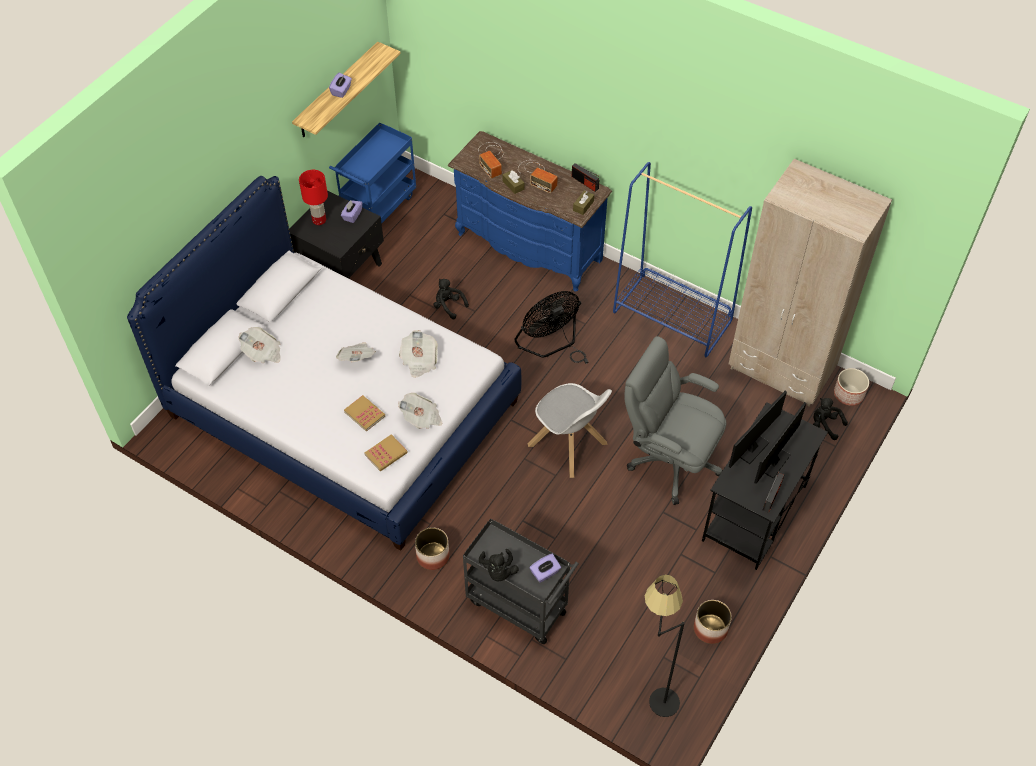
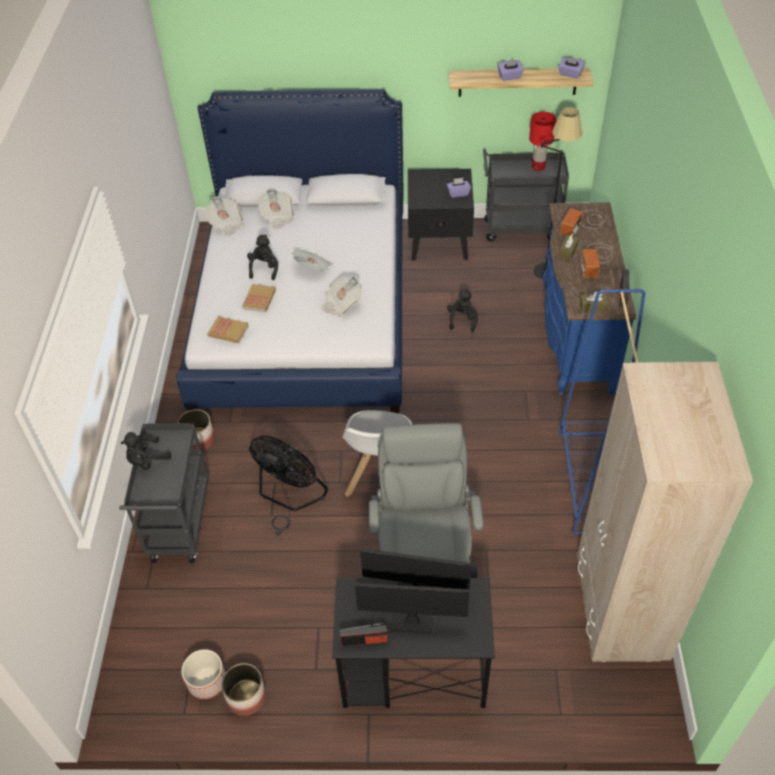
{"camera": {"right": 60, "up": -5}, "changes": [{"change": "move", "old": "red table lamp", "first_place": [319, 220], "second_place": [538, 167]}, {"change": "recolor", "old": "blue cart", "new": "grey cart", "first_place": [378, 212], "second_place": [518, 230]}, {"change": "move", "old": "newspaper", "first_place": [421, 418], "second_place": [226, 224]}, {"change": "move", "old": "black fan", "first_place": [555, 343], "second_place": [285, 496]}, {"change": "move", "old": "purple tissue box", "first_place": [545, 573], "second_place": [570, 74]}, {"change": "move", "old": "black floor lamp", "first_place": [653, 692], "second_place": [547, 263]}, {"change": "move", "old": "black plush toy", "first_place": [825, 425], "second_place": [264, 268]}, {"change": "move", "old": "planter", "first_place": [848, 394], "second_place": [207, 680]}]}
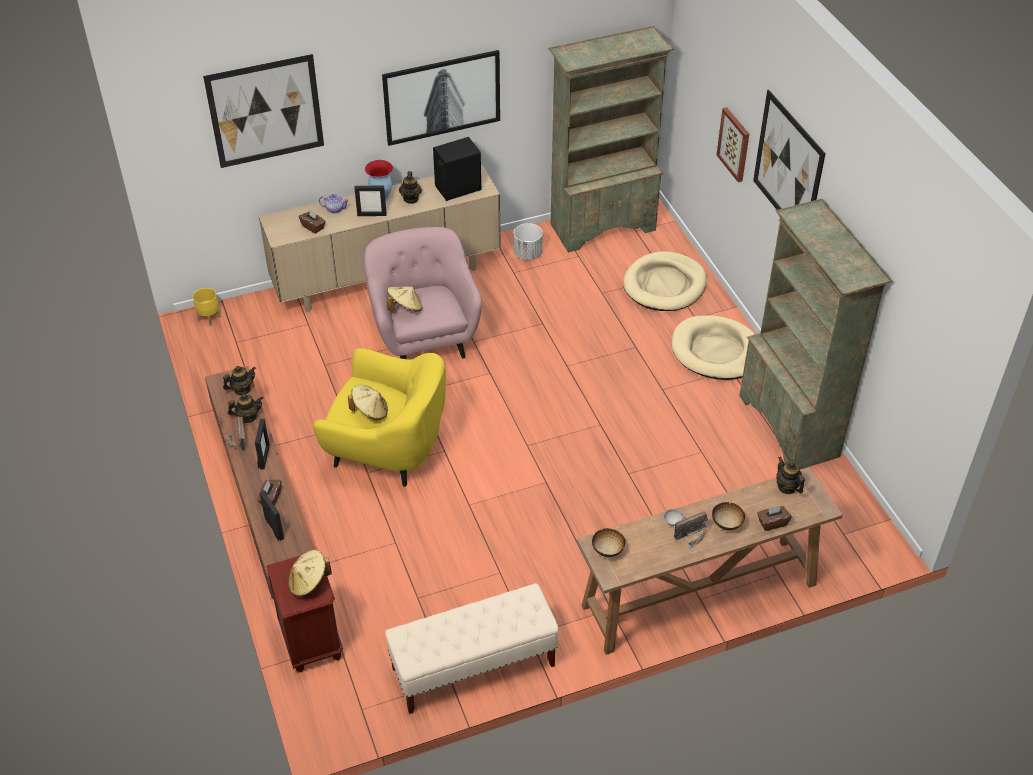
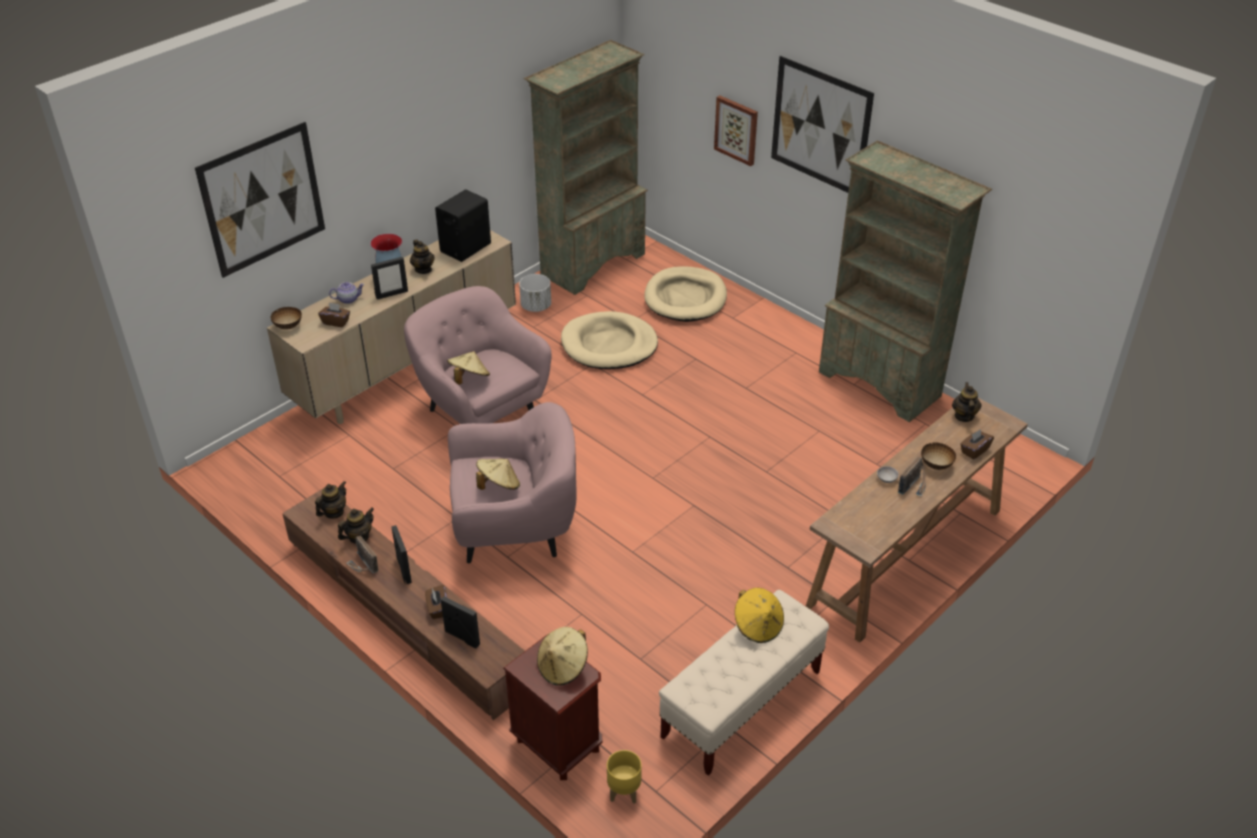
{"camera": {"right": -25, "up": -5}, "changes": [{"change": "move", "old": "yellow planter", "first_place": [209, 318], "second_place": [624, 791]}, {"change": "recolor", "old": "yellow armchair", "new": "pink armchair", "first_place": [387, 451], "second_place": [515, 529]}, {"change": "delete", "old": "picture", "first_place": [442, 97]}, {"change": "move", "old": "bowl", "first_place": [608, 550], "second_place": [288, 326]}, {"change": "move", "old": "beige dog bed", "first_place": [717, 351], "second_place": [609, 345]}, {"change": "rotate", "old": "teapot", "first_place": [787, 487], "second_place": [964, 416], "degrees": 60}, {"change": "insert", "new": "yellow hat", "second_place": [758, 626]}]}
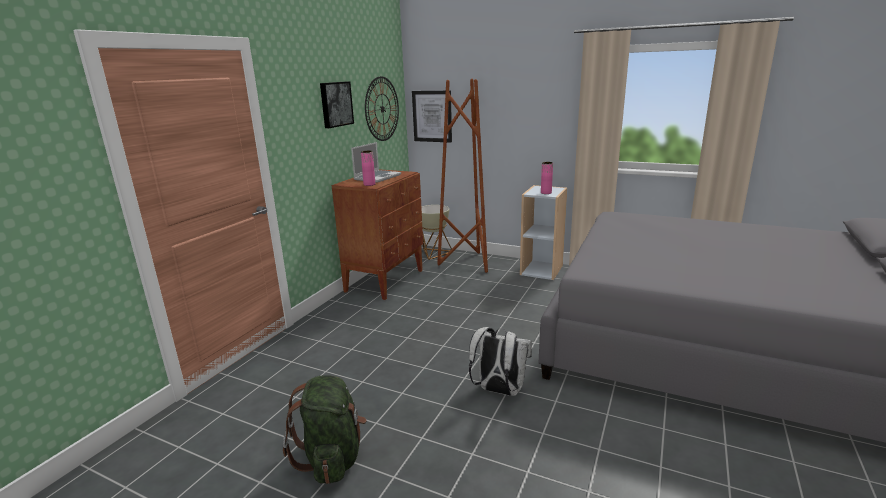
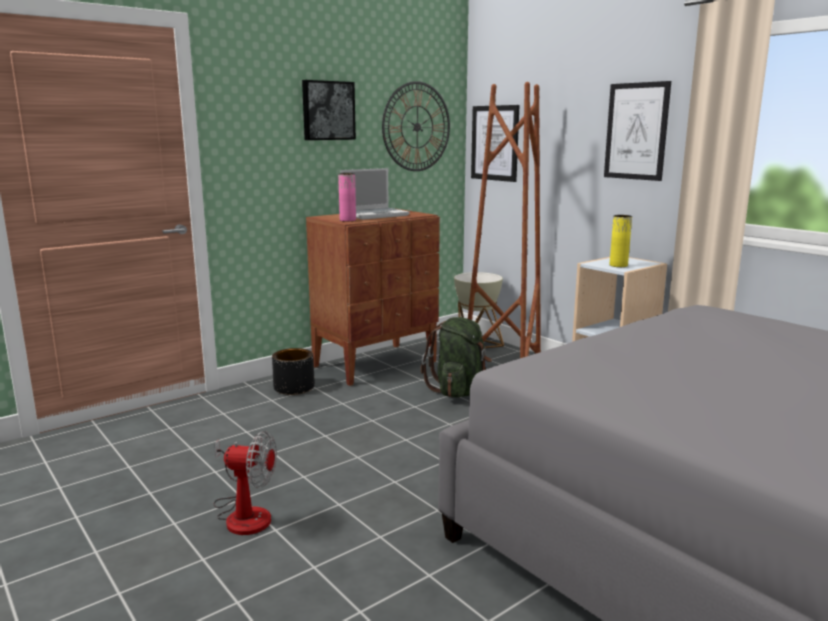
{"camera": {"right": 25, "up": -5}, "changes": [{"change": "move", "old": "green backpack", "first_place": [332, 457], "second_place": [459, 391]}, {"change": "delete", "old": "white backpack", "first_place": [498, 390]}, {"change": "recolor", "old": "pink vase", "new": "yellow vase", "first_place": [546, 193], "second_place": [618, 265]}, {"change": "insert", "new": "fan", "second_place": [244, 513]}, {"change": "insert", "new": "black planter", "second_place": [294, 388]}, {"change": "insert", "new": "picture", "second_place": [636, 131]}]}
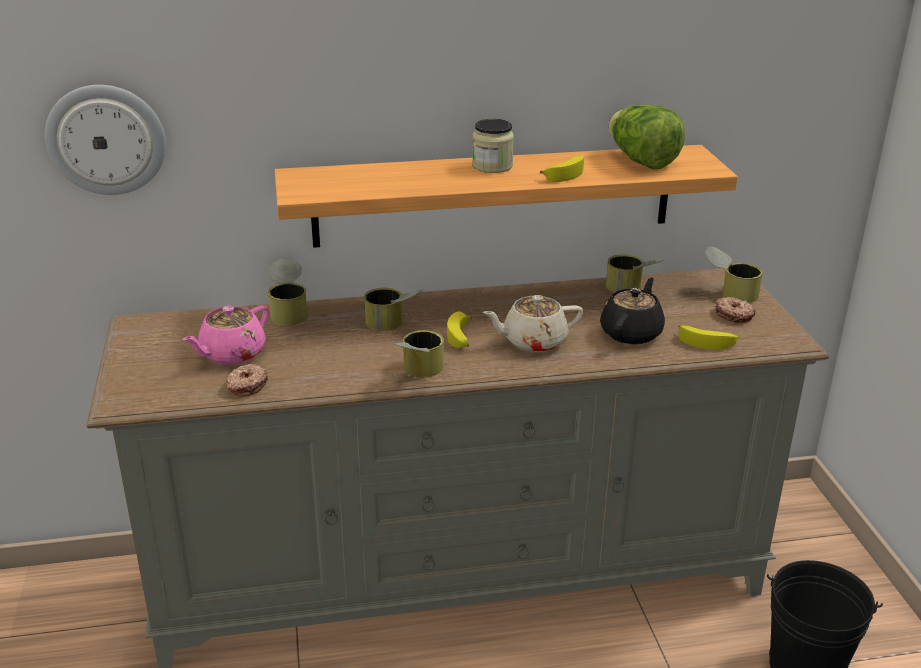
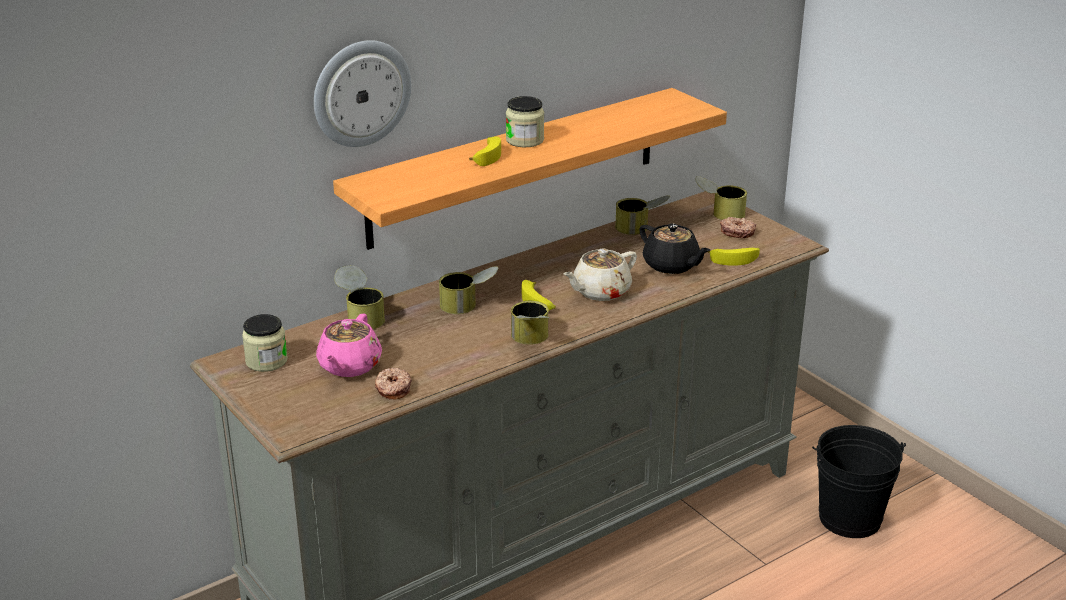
{"camera": {"right": -25, "up": 0}, "changes": [{"change": "move", "old": "wall clock", "first_place": [106, 139], "second_place": [361, 93]}, {"change": "move", "old": "banana", "first_place": [565, 174], "second_place": [486, 156]}, {"change": "rotate", "old": "black teapot", "first_place": [631, 333], "second_place": [671, 266], "degrees": 135}, {"change": "delete", "old": "lettuce", "first_place": [641, 161]}, {"change": "insert", "new": "jar", "second_place": [266, 361]}]}
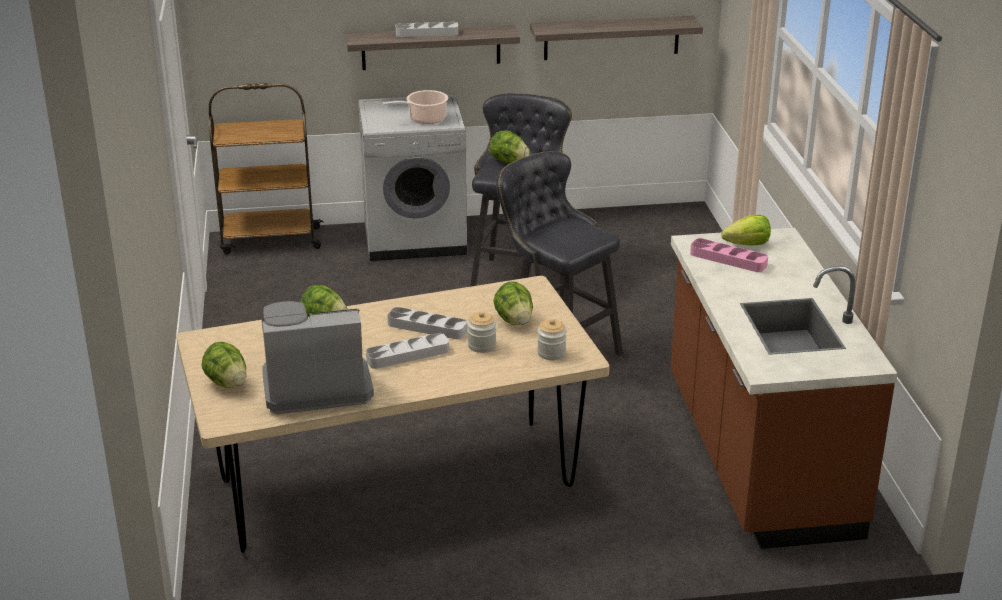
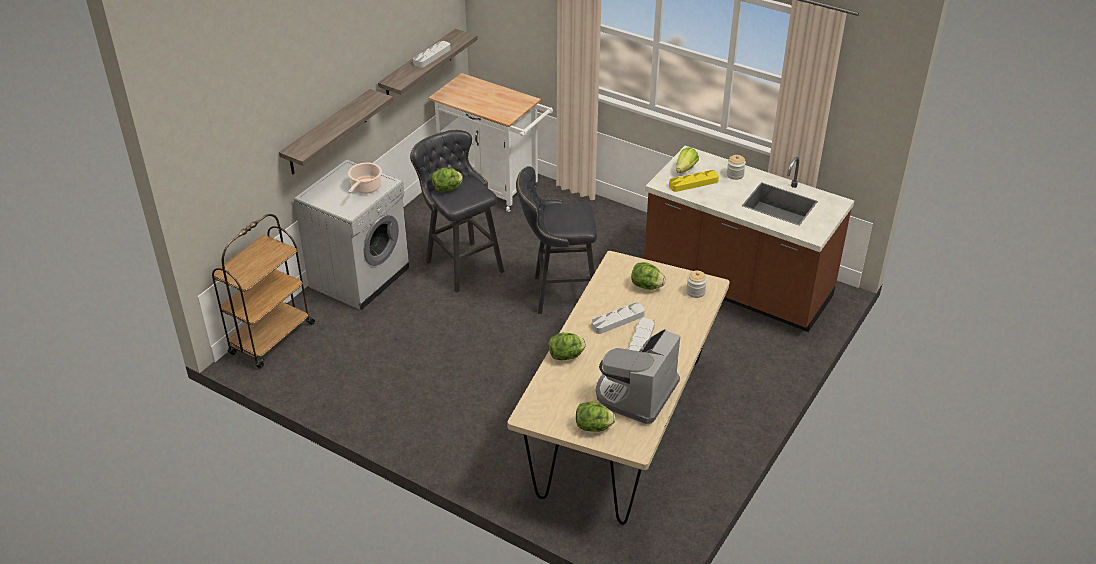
{"camera": {"right": -50, "up": 10}, "changes": [{"change": "move", "old": "grey tray", "first_place": [427, 33], "second_place": [432, 56]}, {"change": "move", "old": "jar", "first_place": [482, 345], "second_place": [735, 175]}, {"change": "recolor", "old": "pink tray", "new": "yellow tray", "first_place": [728, 259], "second_place": [693, 183]}, {"change": "insert", "new": "white cart", "second_place": [494, 188]}]}
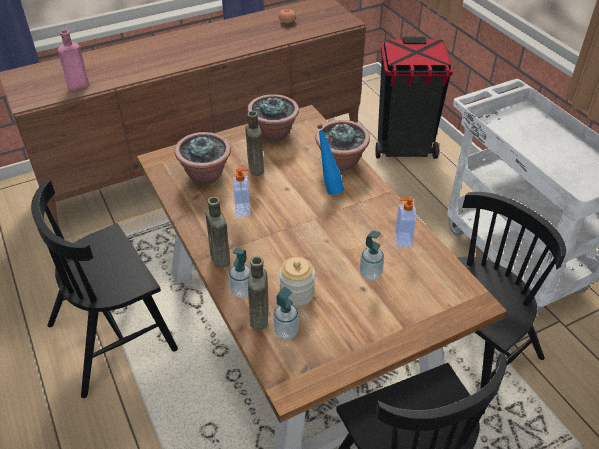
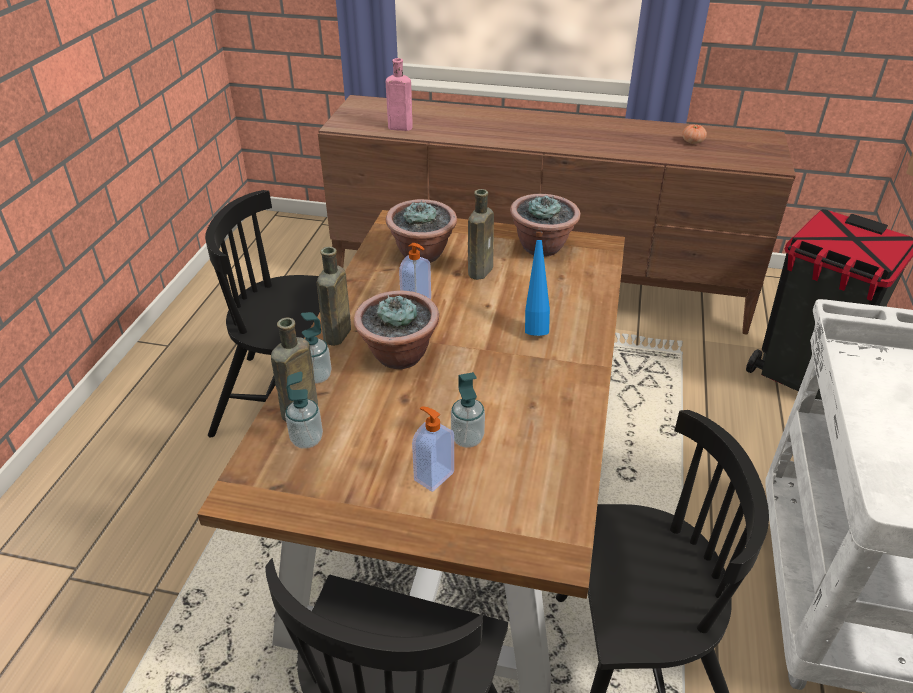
{"camera": {"right": 40, "up": -5}, "changes": [{"change": "delete", "old": "jar", "first_place": [297, 294]}, {"change": "move", "old": "potted plant", "first_place": [341, 162], "second_place": [398, 356]}, {"change": "move", "old": "soap dispenser", "first_place": [402, 239], "second_place": [433, 476]}]}
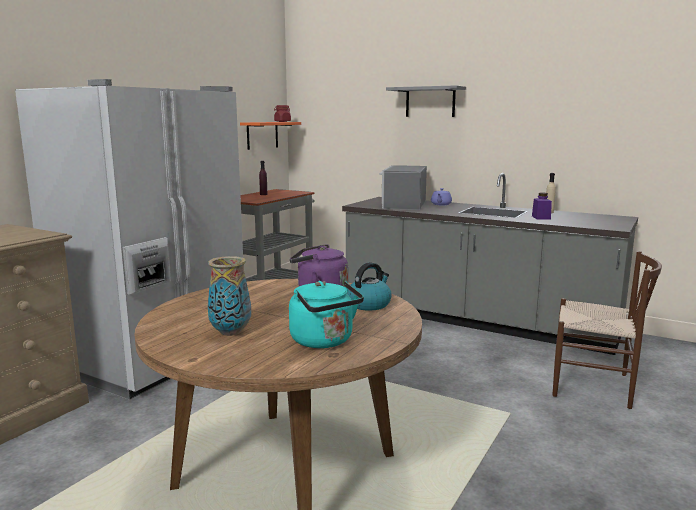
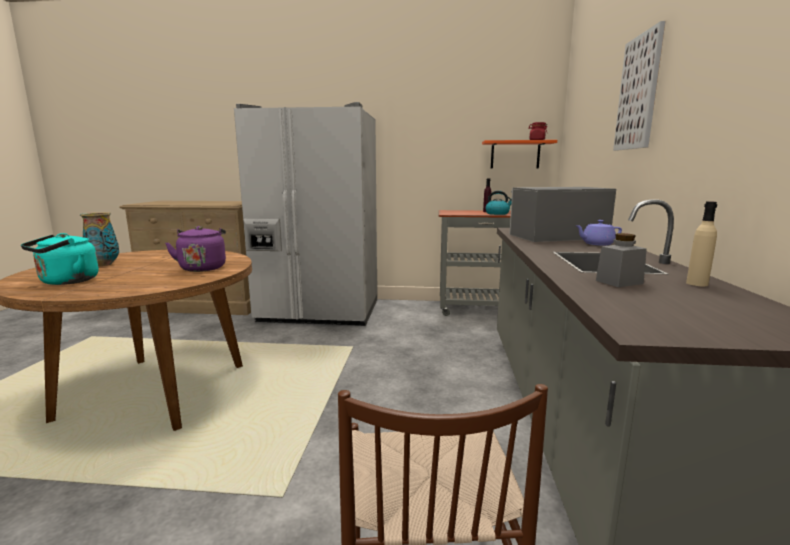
{"camera": {"right": 65, "up": 0}, "changes": [{"change": "move", "old": "kettle", "first_place": [369, 304], "second_place": [497, 213]}, {"change": "replace", "old": "grey shelf", "new": "picture", "first_place": [430, 102], "second_place": [638, 93]}, {"change": "recolor", "old": "purple jar", "new": "grey jar", "first_place": [541, 217], "second_place": [619, 282]}]}
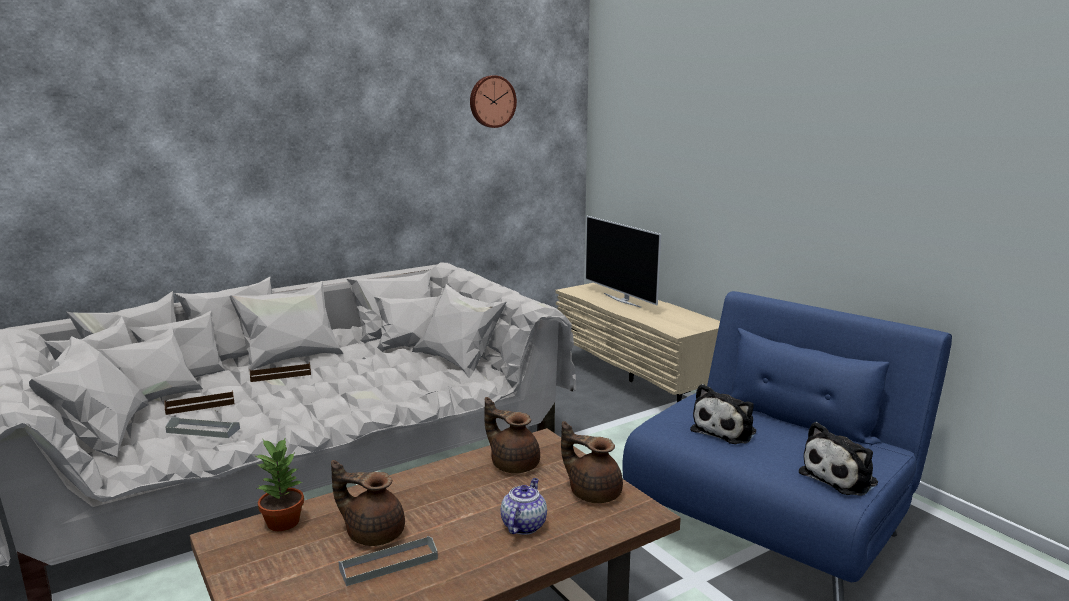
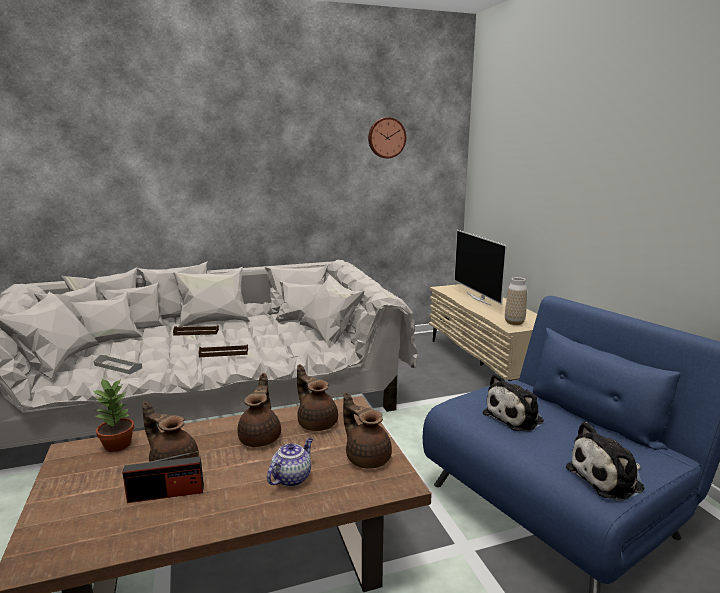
{"camera": {"right": 15, "up": 0}, "changes": [{"change": "move", "old": "brown tray", "first_place": [200, 405], "second_place": [224, 353]}, {"change": "replace", "old": "grey tray", "new": "radio", "first_place": [389, 564], "second_place": [166, 493]}, {"change": "insert", "new": "brown teapot", "second_place": [261, 437]}, {"change": "insert", "new": "vase", "second_place": [514, 322]}]}
